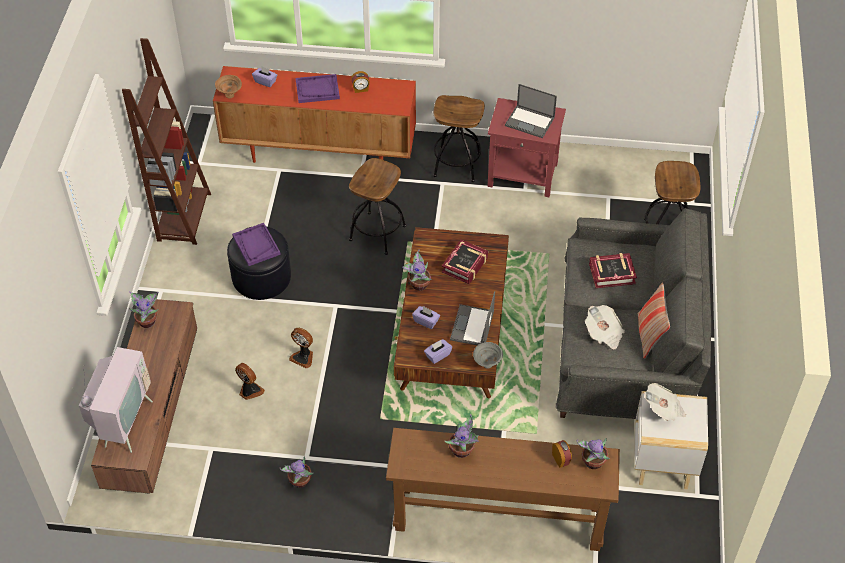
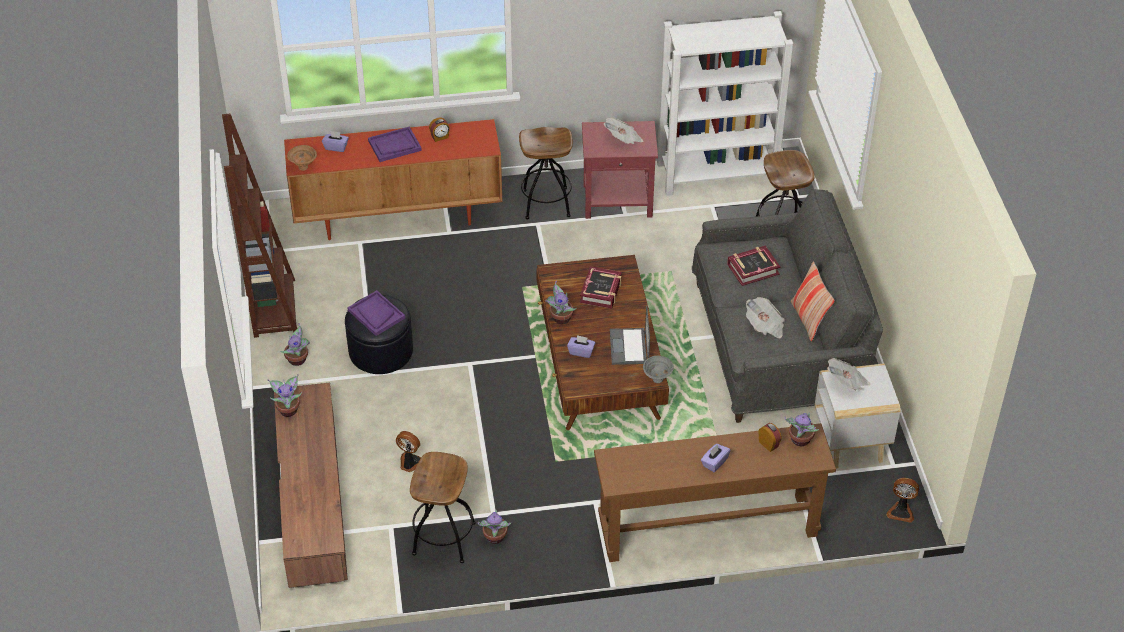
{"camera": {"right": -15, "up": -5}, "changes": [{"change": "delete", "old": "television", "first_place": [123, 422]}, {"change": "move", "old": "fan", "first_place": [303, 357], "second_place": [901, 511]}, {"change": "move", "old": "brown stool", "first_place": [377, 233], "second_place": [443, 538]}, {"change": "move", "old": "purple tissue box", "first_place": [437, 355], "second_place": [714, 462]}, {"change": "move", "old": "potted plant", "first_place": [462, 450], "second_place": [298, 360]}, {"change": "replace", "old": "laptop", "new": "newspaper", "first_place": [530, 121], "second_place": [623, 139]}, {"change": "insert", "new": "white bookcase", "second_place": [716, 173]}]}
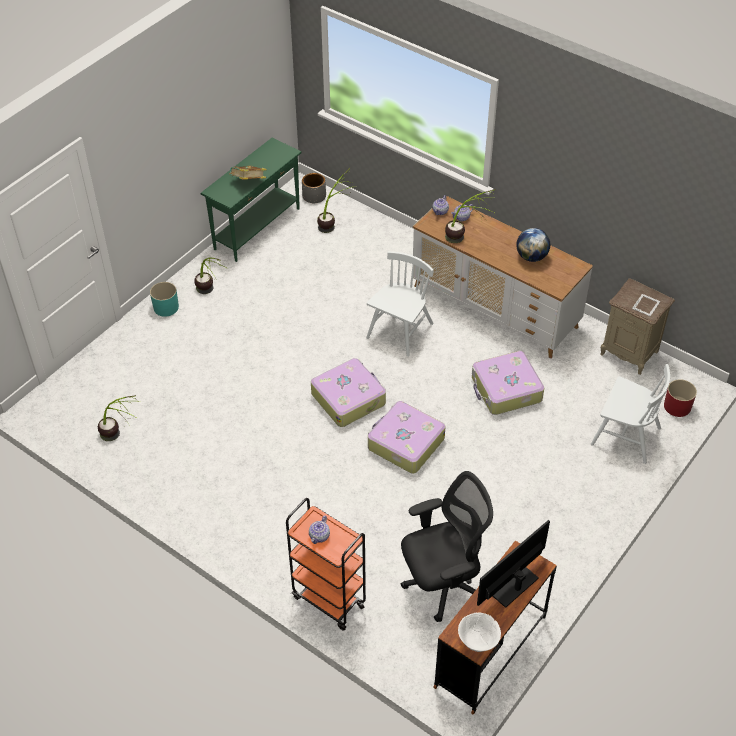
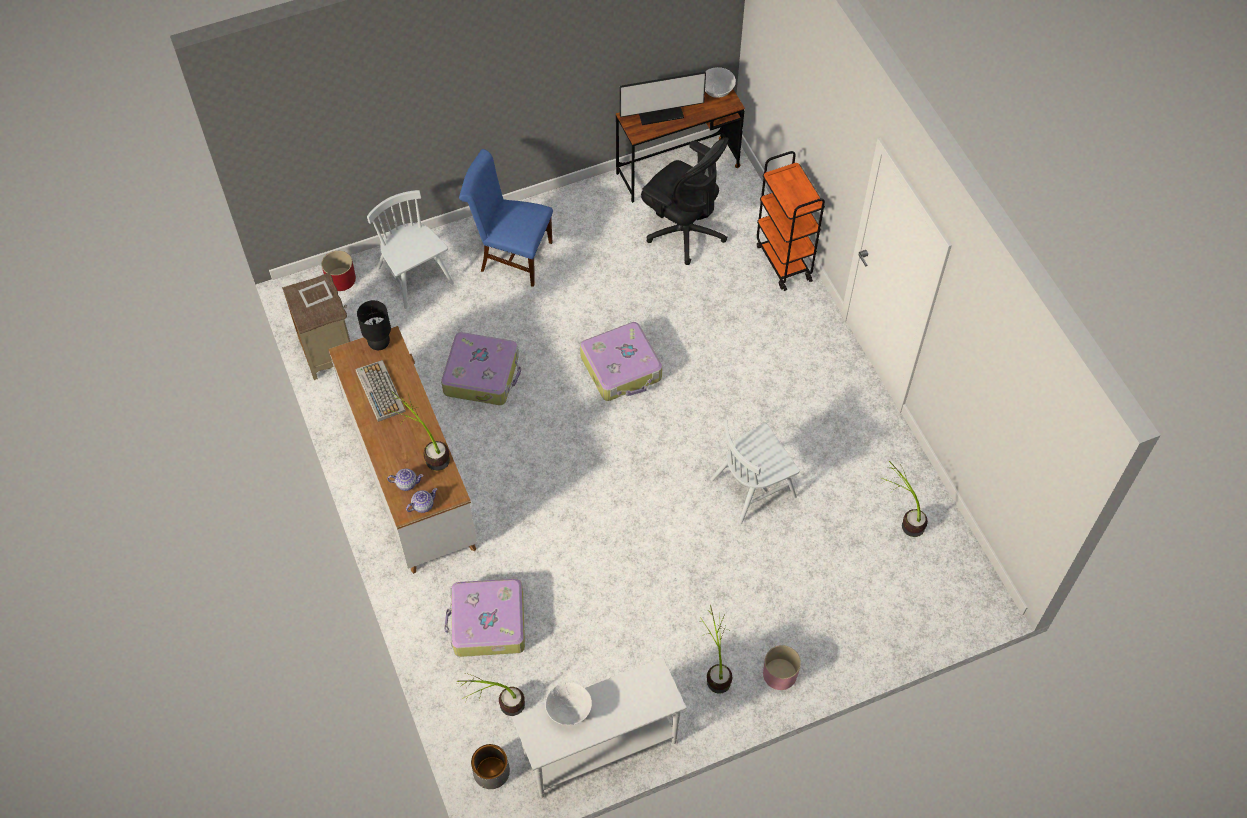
{"camera": {"right": -150, "up": 10}, "changes": [{"change": "recolor", "old": "turquoise planter", "new": "pink planter", "first_place": [166, 307], "second_place": [780, 674]}, {"change": "recolor", "old": "green console table", "new": "white console table", "first_place": [257, 228], "second_place": [600, 752]}, {"change": "delete", "old": "book", "first_place": [248, 182]}, {"change": "delete", "old": "teapot", "first_place": [319, 536]}, {"change": "move", "old": "suitcase", "first_place": [348, 398], "second_place": [487, 623]}, {"change": "move", "old": "white chair", "first_place": [400, 331], "second_place": [753, 487]}, {"change": "rotate", "old": "black office chair", "first_place": [441, 587], "second_place": [681, 231], "degrees": -150}, {"change": "replace", "old": "globe", "new": "keyboard", "first_place": [531, 257], "second_place": [379, 391]}, {"change": "insert", "new": "black table lamp", "second_place": [379, 343]}, {"change": "insert", "new": "blue chair", "second_place": [511, 256]}, {"change": "insert", "new": "white bowl", "second_place": [569, 711]}]}
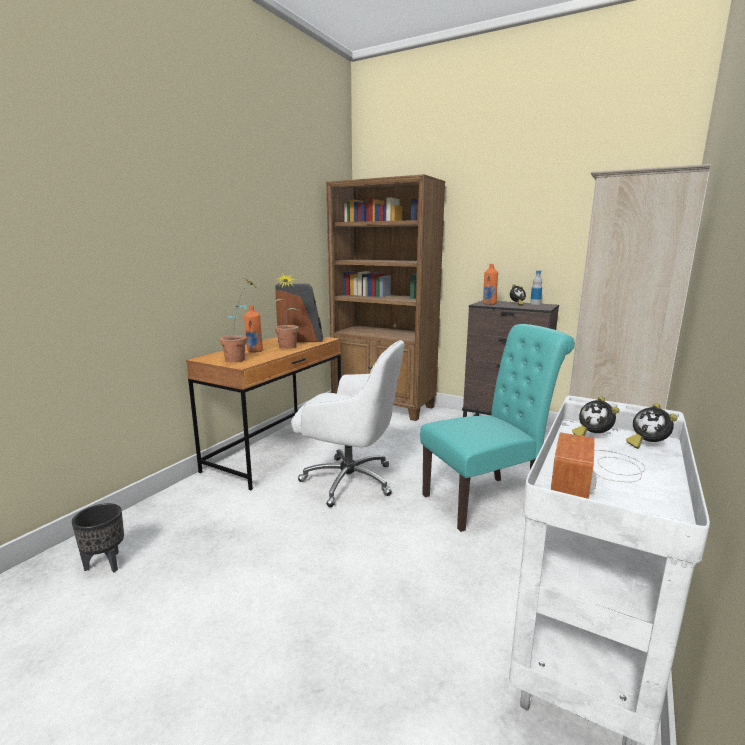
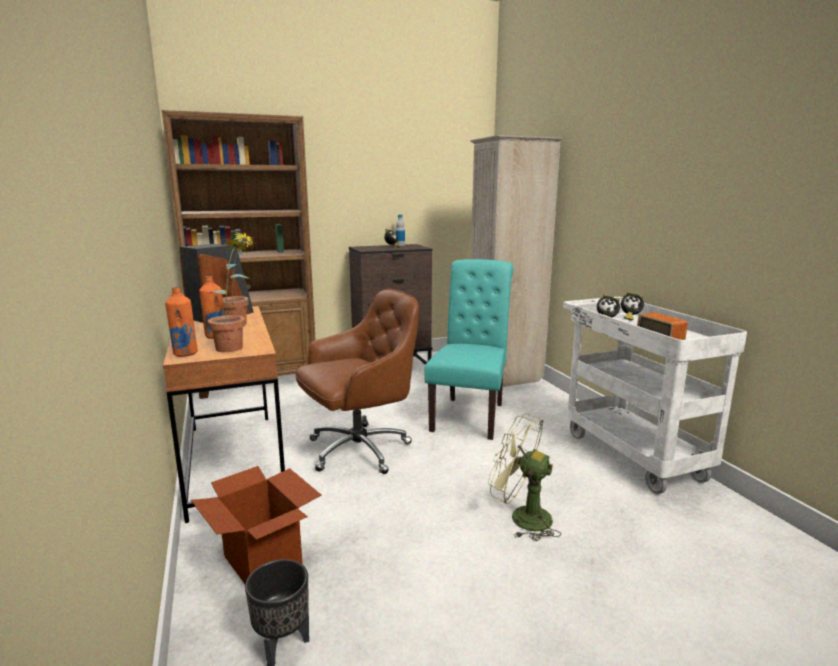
{"camera": {"right": -50, "up": 0}, "changes": [{"change": "recolor", "old": "white office chair", "new": "brown office chair", "first_place": [349, 481], "second_place": [359, 450]}, {"change": "move", "old": "orange bottle", "first_place": [489, 304], "second_place": [185, 354]}, {"change": "insert", "new": "cardboard box", "second_place": [263, 562]}, {"change": "insert", "new": "green fan", "second_place": [521, 517]}]}
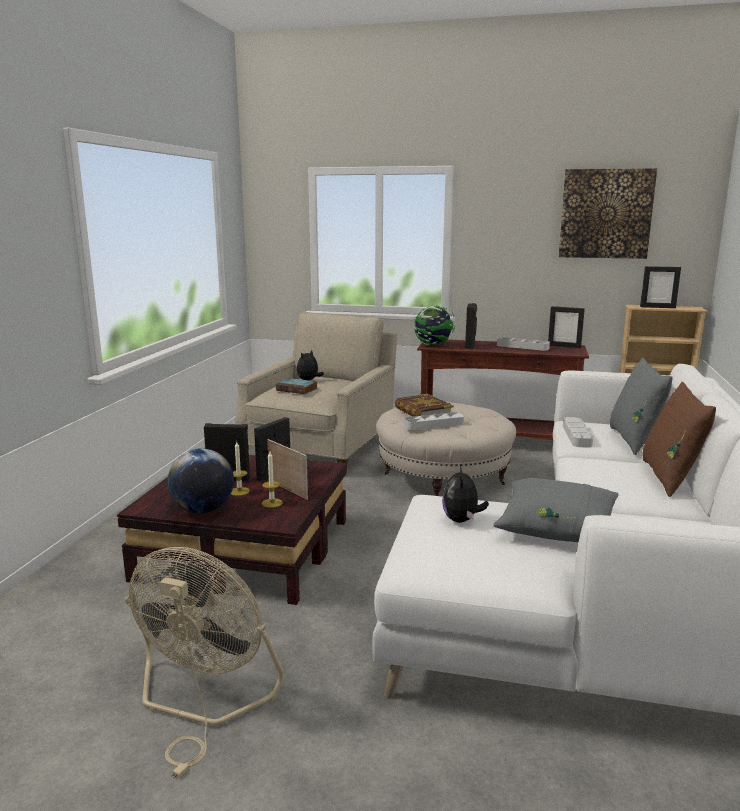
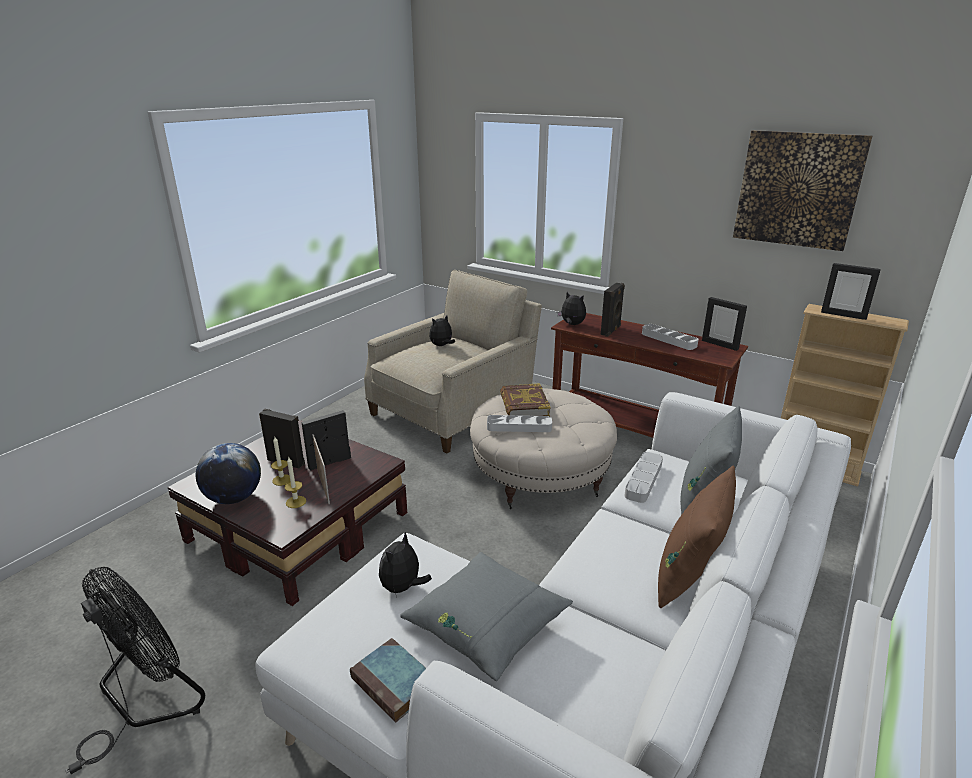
{"camera": {"right": 20, "up": 10}, "changes": [{"change": "recolor", "old": "beige fan", "new": "black fan", "first_place": [197, 703], "second_place": [139, 696]}, {"change": "move", "old": "book", "first_place": [297, 389], "second_place": [395, 684]}, {"change": "replace", "old": "globe", "new": "plush toy", "first_place": [433, 345], "second_place": [571, 324]}]}
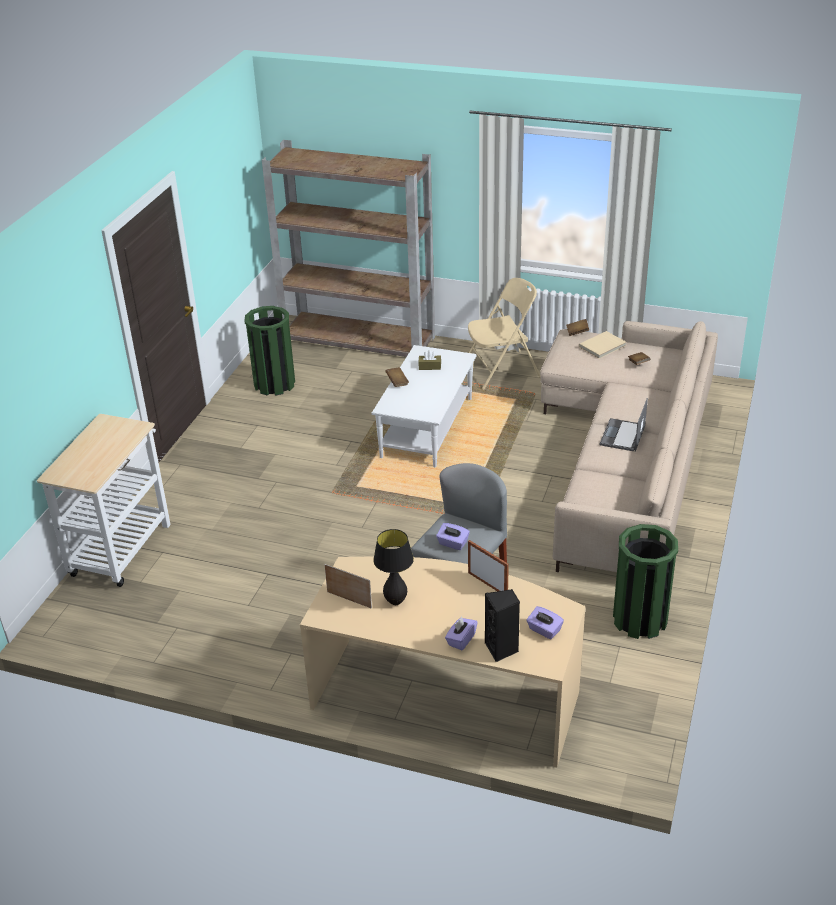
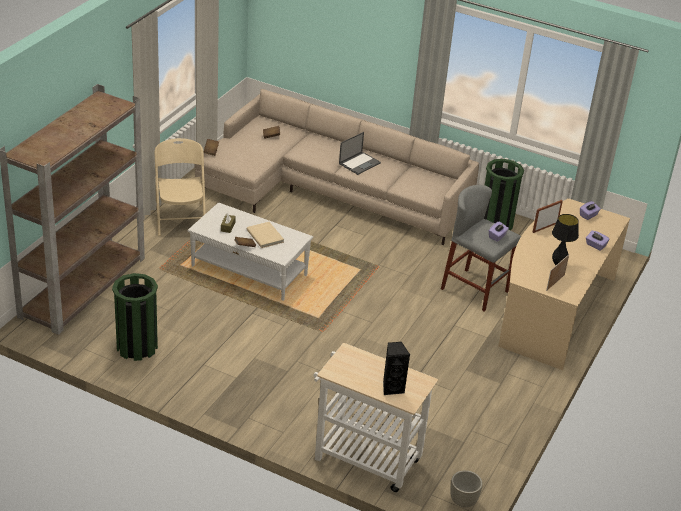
{"camera": {"right": -85, "up": 0}, "changes": [{"change": "move", "old": "black speaker", "first_place": [502, 649], "second_place": [392, 388]}, {"change": "move", "old": "beige book", "first_place": [603, 347], "second_place": [265, 236]}, {"change": "rotate", "old": "laptop", "first_place": [622, 436], "second_place": [359, 163], "degrees": -75}, {"change": "insert", "new": "grey planter", "second_place": [463, 501]}]}
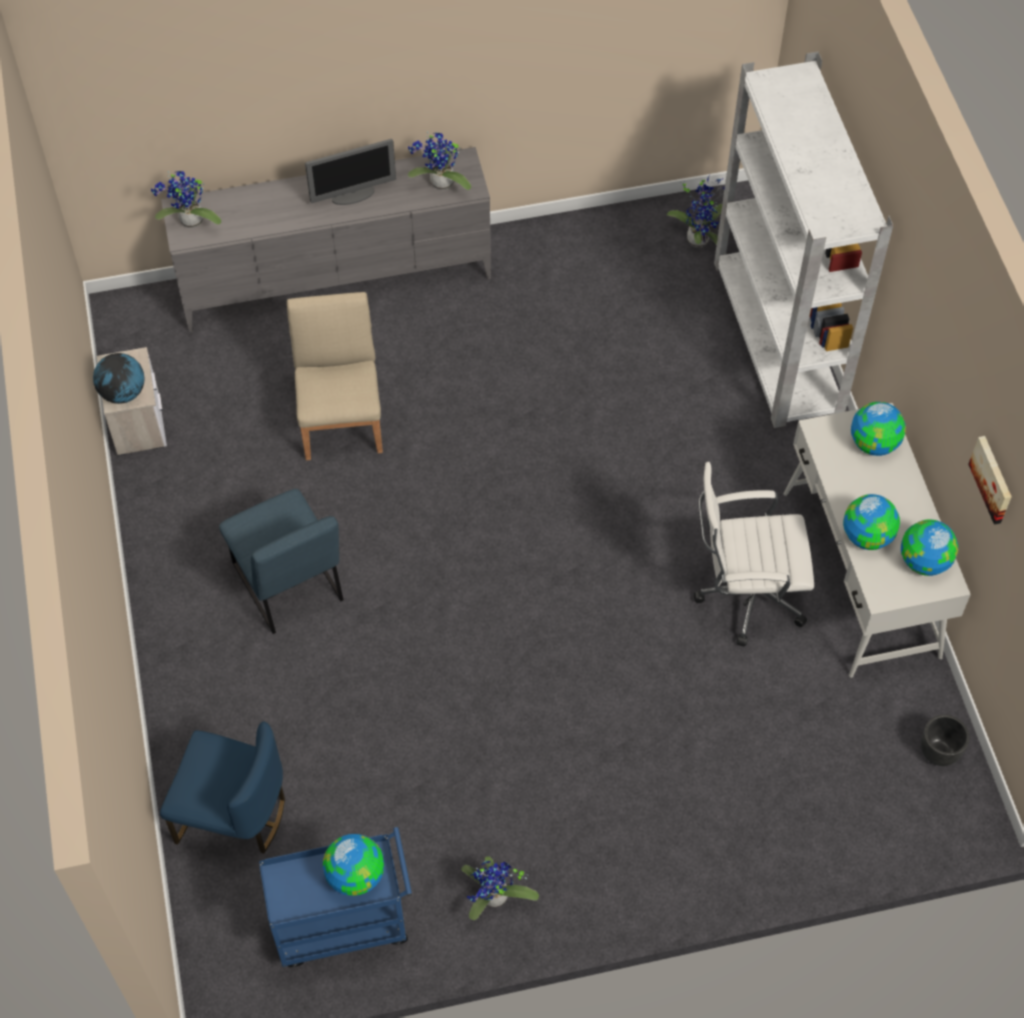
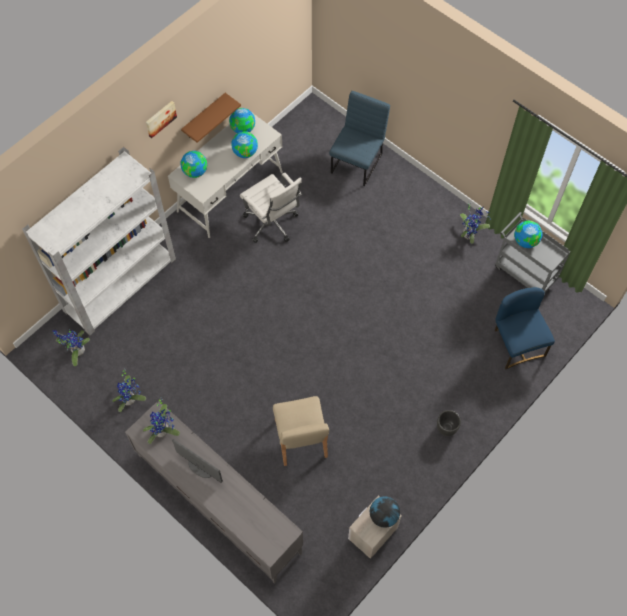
{"camera": {"right": -125, "up": 5}, "changes": [{"change": "move", "old": "potted plant", "first_place": [189, 222], "second_place": [130, 399]}, {"change": "move", "old": "blue chair", "first_place": [288, 584], "second_place": [357, 162]}, {"change": "recolor", "old": "blue cart", "new": "grey cart", "first_place": [345, 928], "second_place": [523, 274]}, {"change": "rotate", "old": "beige chair", "first_place": [342, 419], "second_place": [300, 439], "degrees": -60}, {"change": "move", "old": "black planter", "first_place": [938, 752], "second_place": [446, 428]}, {"change": "move", "old": "picture", "first_place": [992, 479], "second_place": [160, 118]}, {"change": "insert", "new": "brown shelf", "second_place": [204, 117]}]}
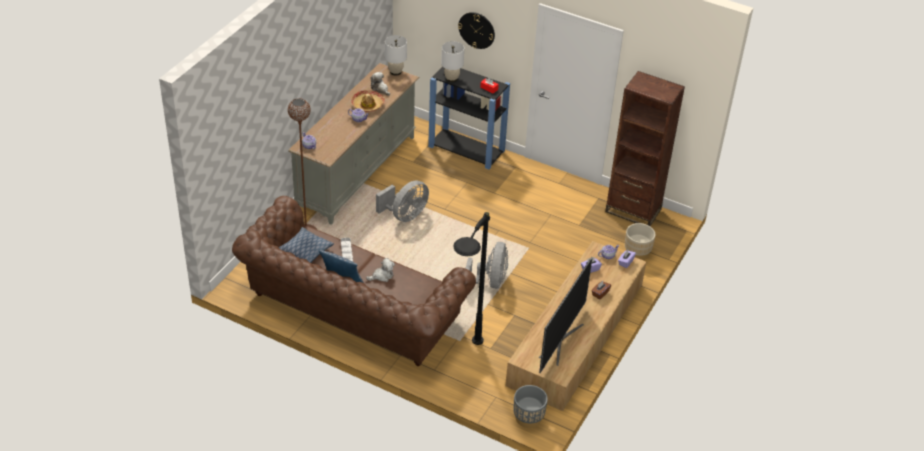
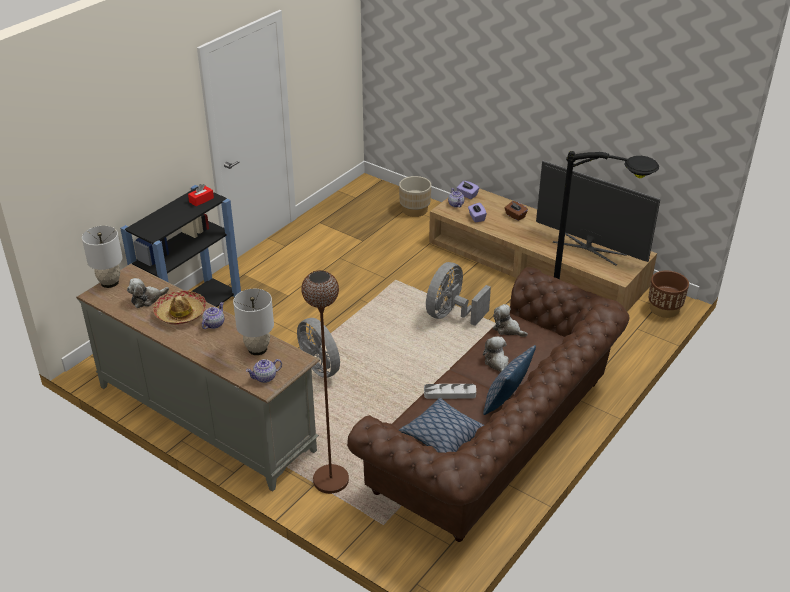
{"camera": {"right": -80, "up": -5}, "changes": [{"change": "move", "old": "white table lamp", "first_place": [451, 78], "second_place": [257, 349]}, {"change": "delete", "old": "wall clock", "first_place": [476, 30]}, {"change": "rotate", "old": "grey fan", "first_place": [490, 282], "second_place": [451, 314], "degrees": -75}, {"change": "recolor", "old": "grey planter", "new": "brown planter", "first_place": [528, 418], "second_place": [664, 309]}, {"change": "delete", "old": "brown bookcase", "first_place": [633, 210]}, {"change": "insert", "new": "plush toy", "second_place": [507, 329]}]}
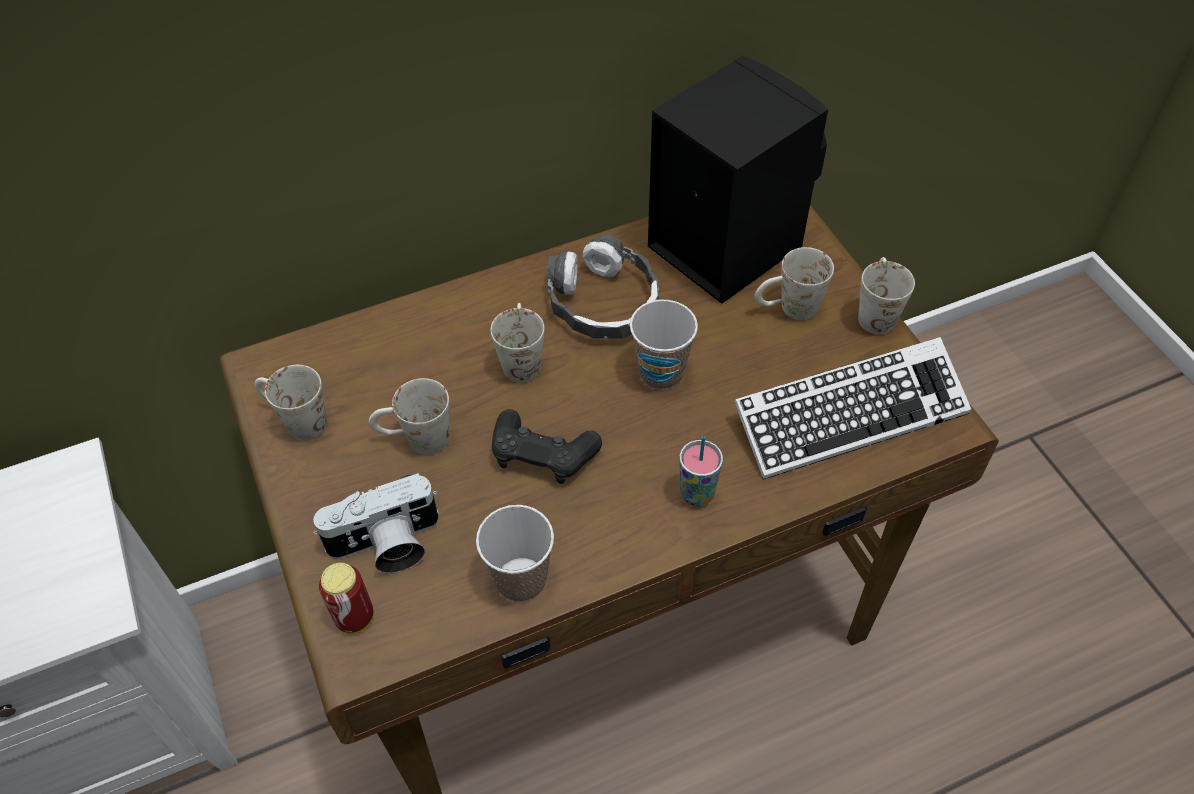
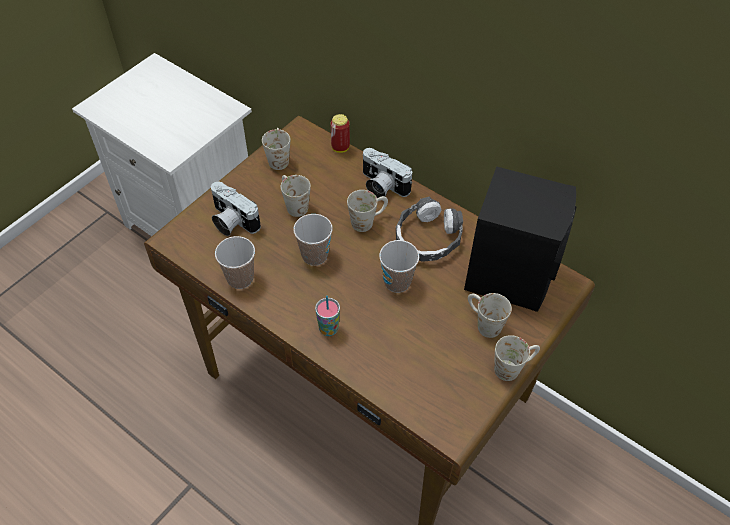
{"camera": {"right": 60, "up": 0}, "changes": [{"change": "move", "old": "can", "first_place": [355, 618], "second_place": [340, 148]}, {"change": "replace", "old": "black game controller", "new": "cup", "first_place": [543, 455], "second_place": [314, 255]}, {"change": "delete", "old": "keyboard", "first_place": [849, 415]}, {"change": "insert", "new": "photo camera", "second_place": [381, 186]}]}
